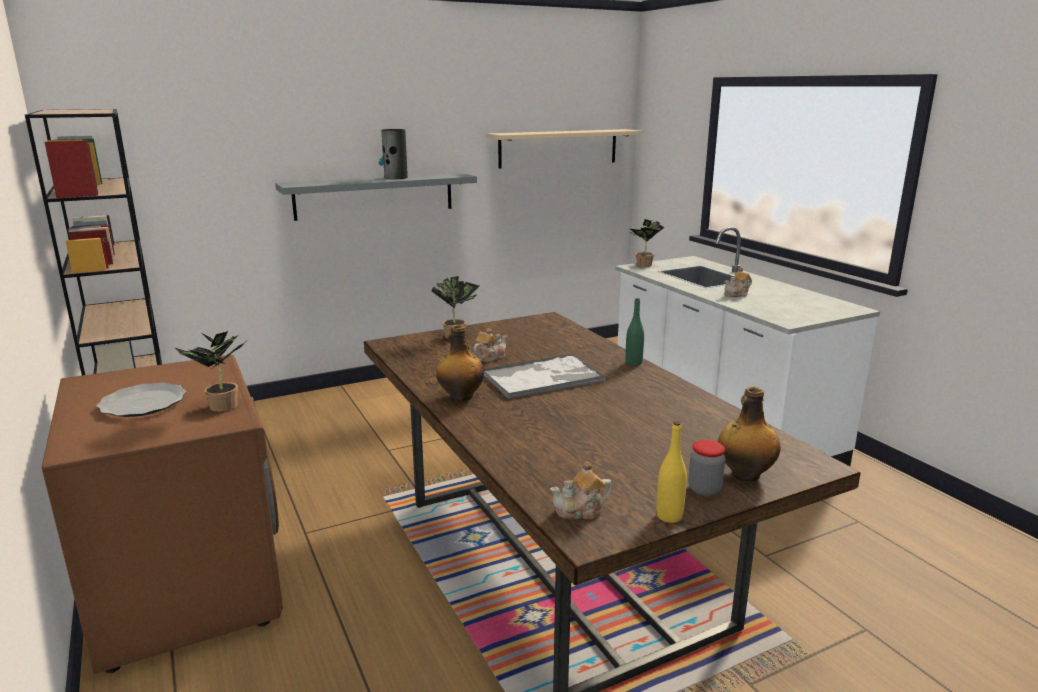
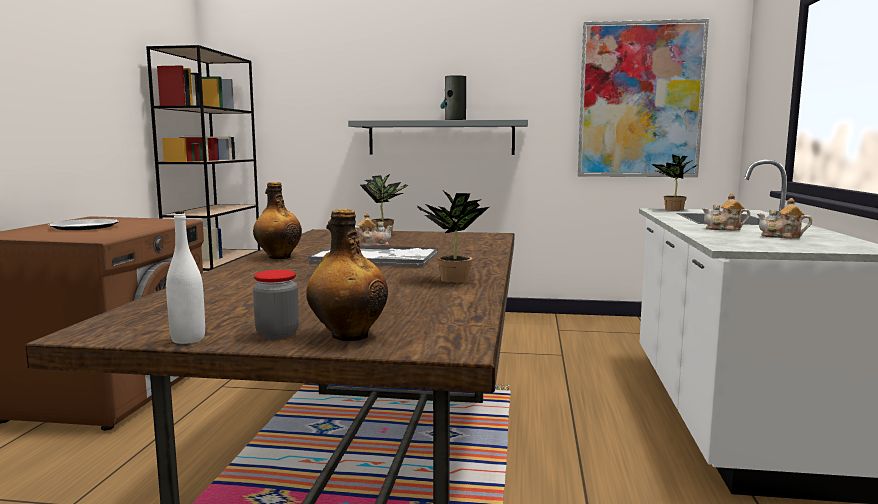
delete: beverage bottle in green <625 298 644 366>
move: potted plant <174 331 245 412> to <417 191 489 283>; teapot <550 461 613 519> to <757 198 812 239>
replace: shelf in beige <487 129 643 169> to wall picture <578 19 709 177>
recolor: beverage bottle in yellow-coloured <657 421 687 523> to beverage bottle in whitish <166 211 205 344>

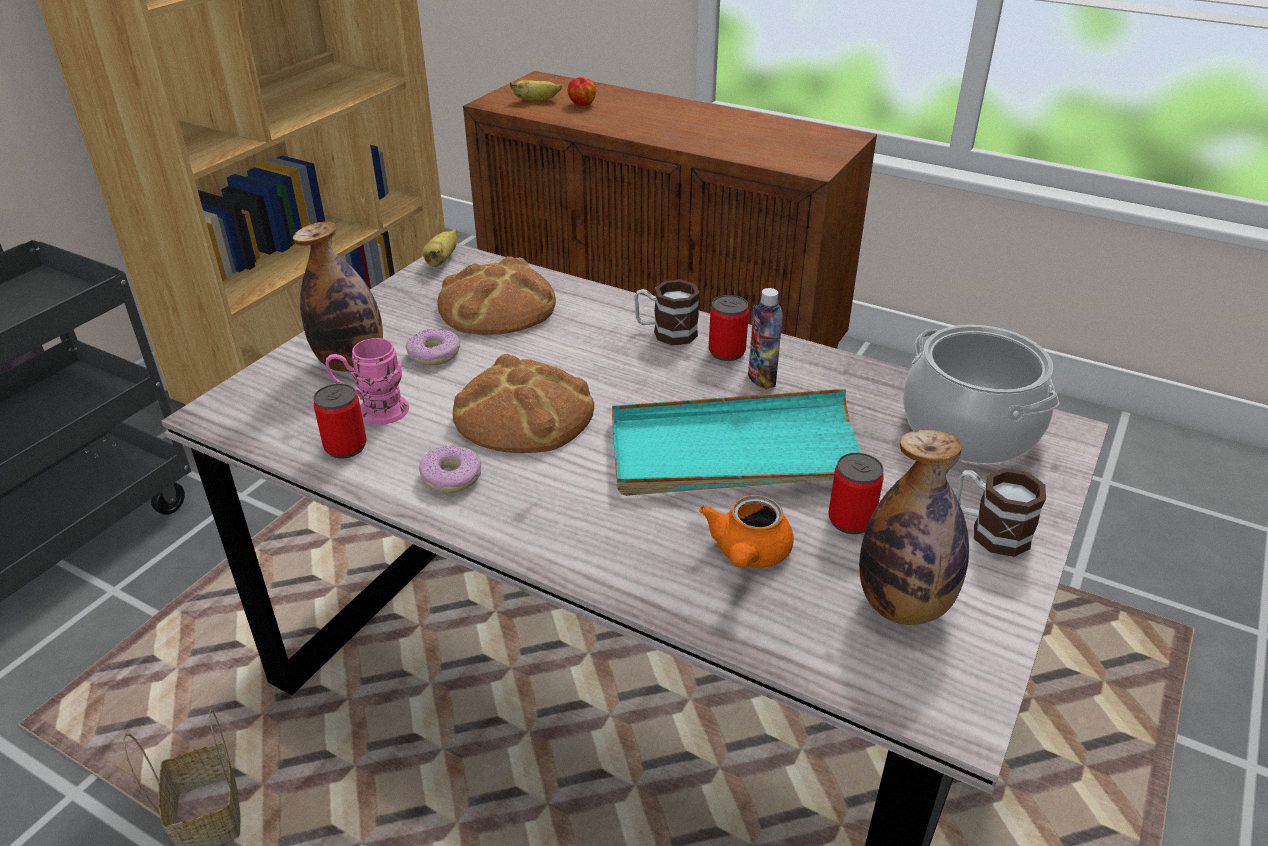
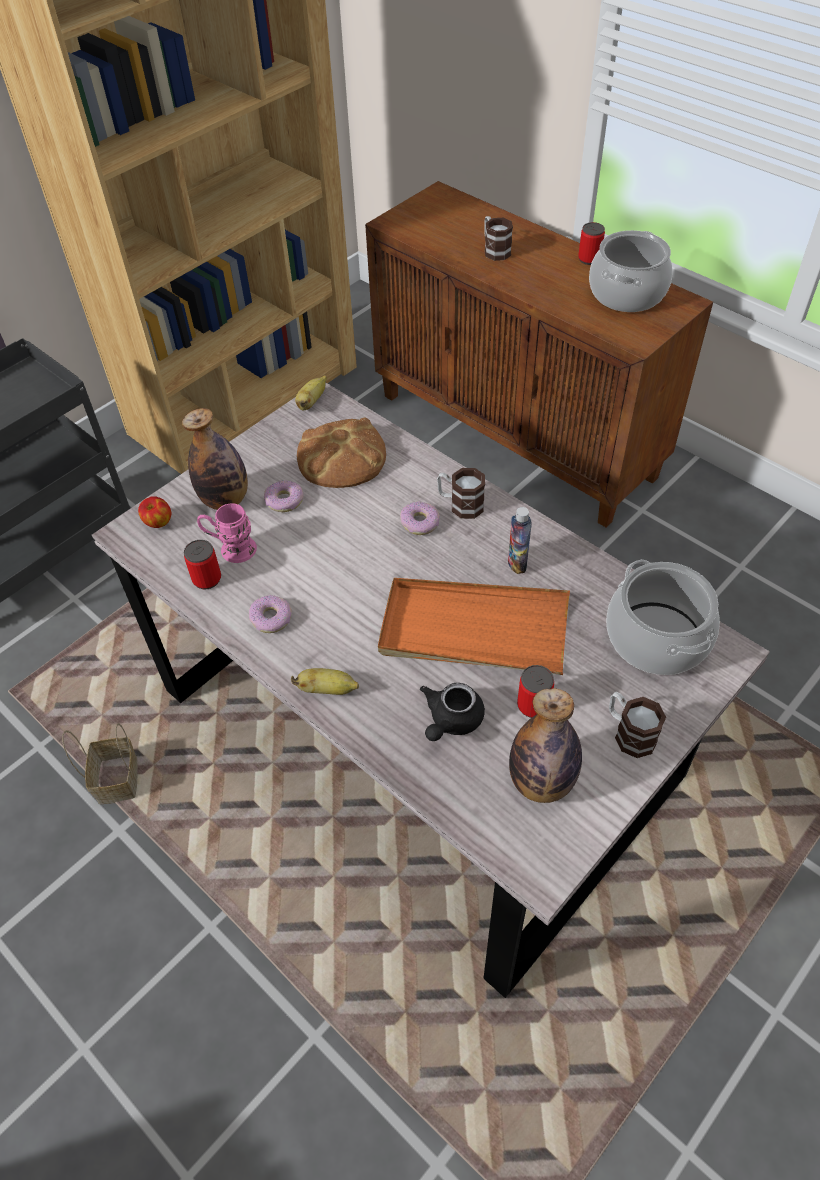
delete: bread <453 354 594 453>
insert: donut <400 501 440 535>; coffee mug <484 216 513 261>; saucepot <589 230 673 312>
move: apple <568 77 596 106> to <138 496 172 528>; banana fruit <510 80 562 100> to <291 668 359 695>; sealed can <709 295 749 361> to <578 222 605 265>
recolor: carrying tray in blue-green <612 389 861 496> to carrying tray in orange-coloured <378 578 570 675>; teapot in orange-coloured <699 495 794 568> to teapot in black <420 683 485 741>

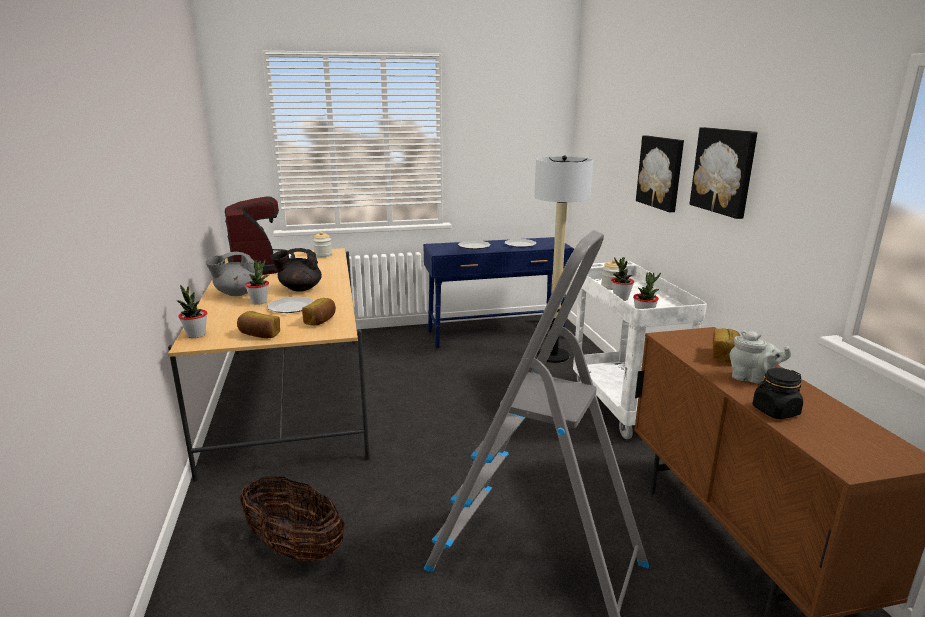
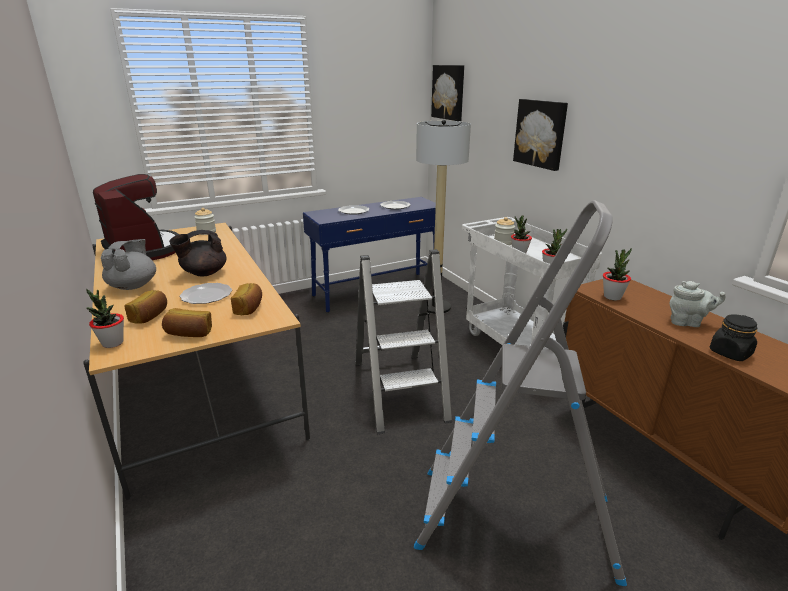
delete: basket <240 477 345 562>
insert: stepladder in greyish <355 249 452 434>
move: bread <712 328 741 363> to <125 290 167 324>; wall picture <690 127 758 219> to <431 65 464 121>; potted plant <245 260 269 305> to <603 248 632 300>
rotate: teapot in greyish <205 252 255 296> = <100 239 156 290> 150 degrees clockwise

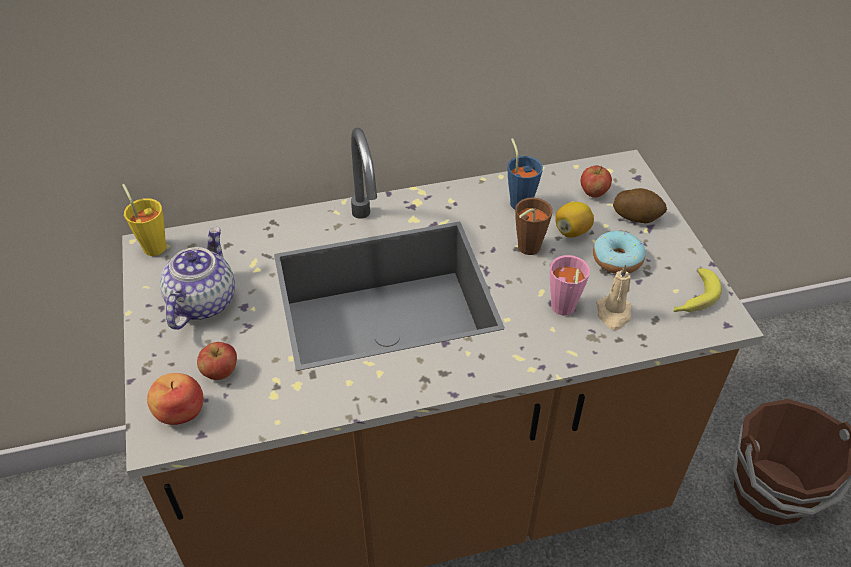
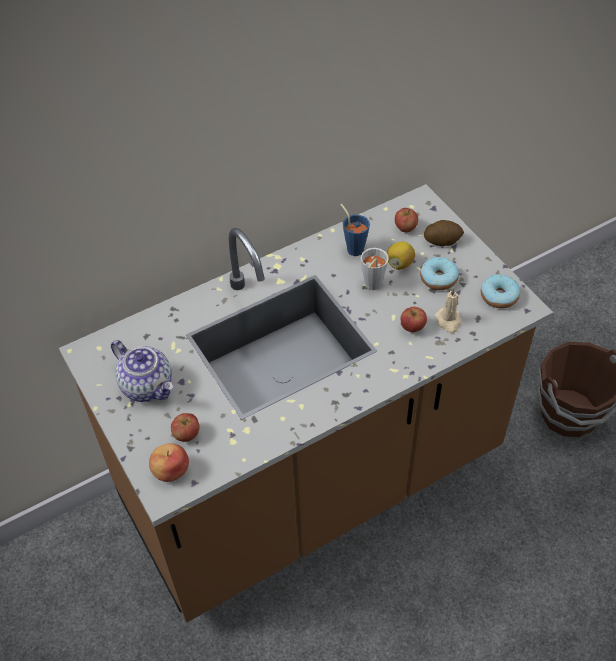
delete: drinking cup in yellow-coloured <122 184 166 256>
replace: drinking cup in pinkish <550 255 590 315> to apple <401 307 427 333>; banana fruit <673 268 722 312> to donut <481 274 520 308>
recolor: drinking cup in brown-coloured <515 197 552 255> to drinking cup in greyish <361 248 389 290>
rotate: teapot <160 227 235 330> = <111 340 173 402> 135 degrees clockwise

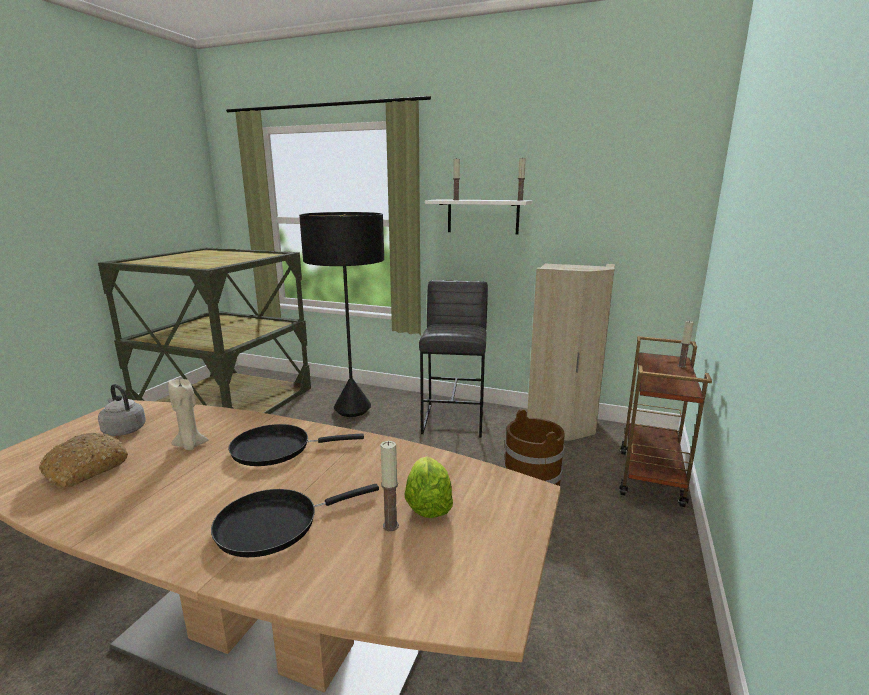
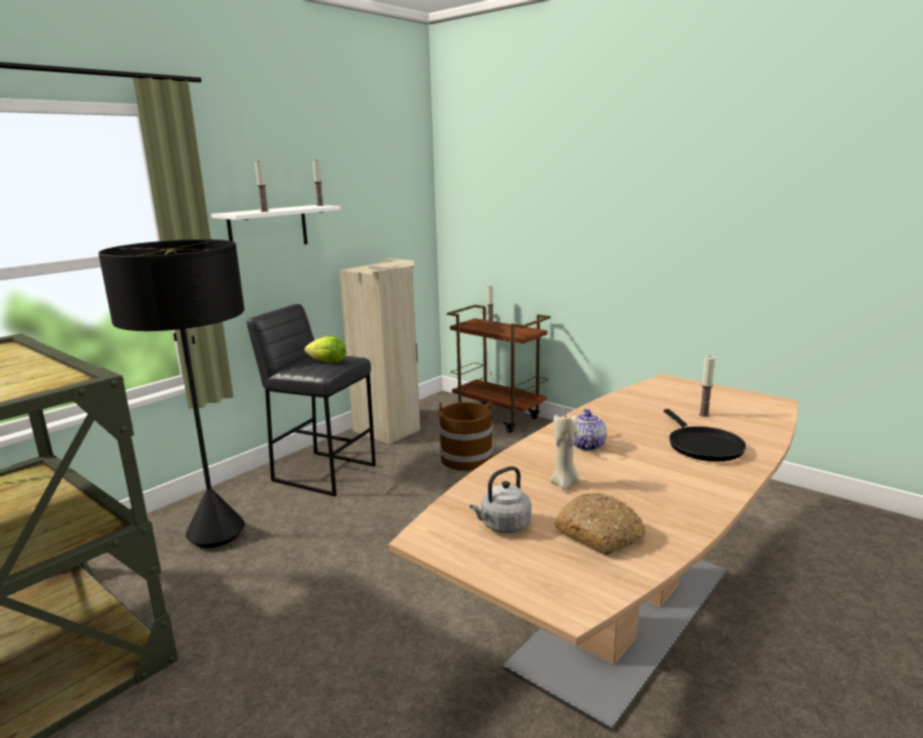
move: lettuce head <404 456 453 518> to <304 336 346 363>
replace: pan in black <228 424 364 466> to teapot <573 409 607 451>

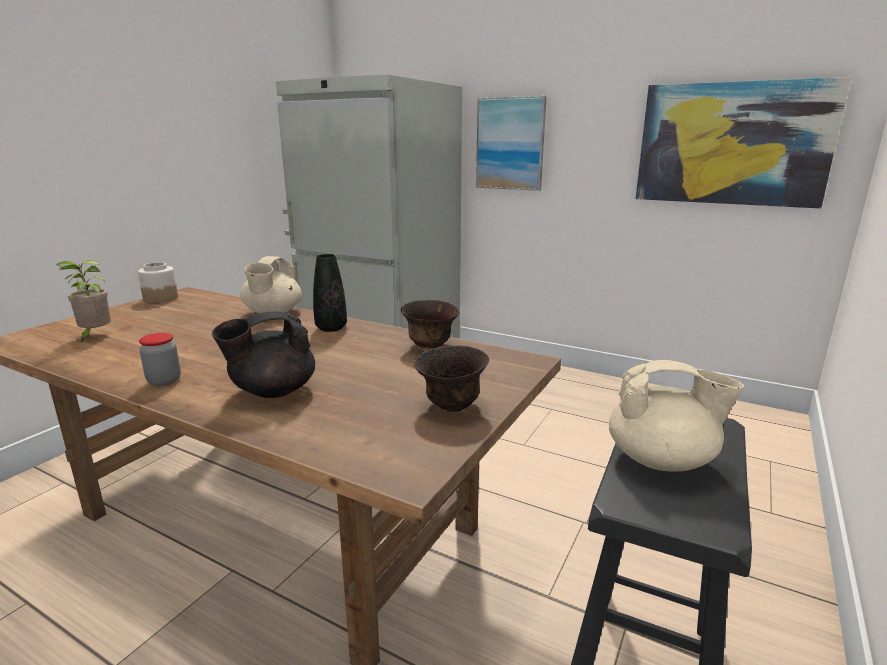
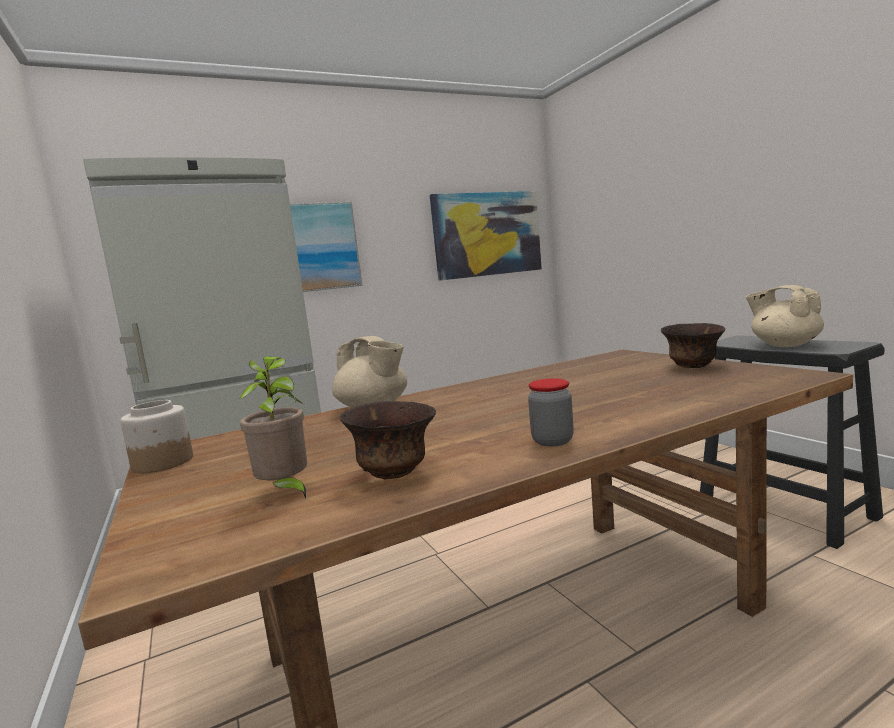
delete: teapot in black <212 311 315 398>; vase in black <313 254 347 332>
move: deep dish in brown-coloured <401 300 459 349> to <339 401 436 479>
rotate: teapot in beige <609 360 744 472> = <746 285 824 347> 75 degrees counterclockwise

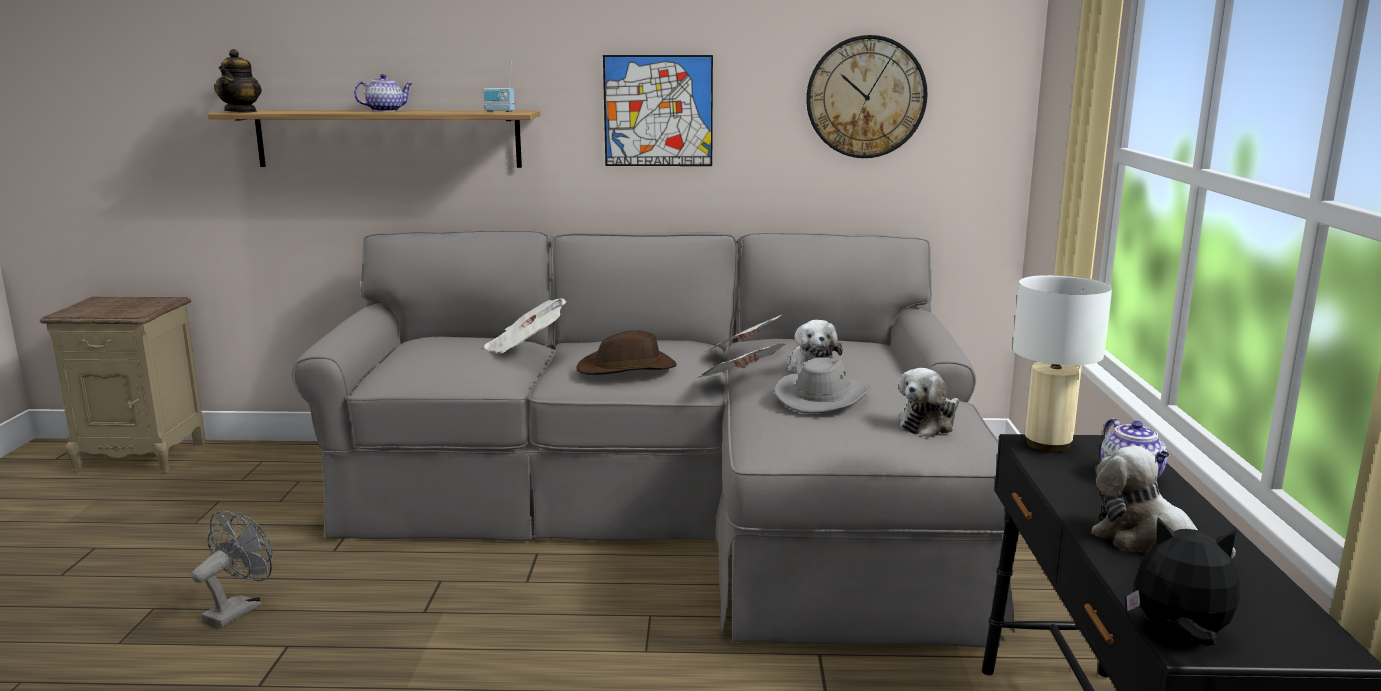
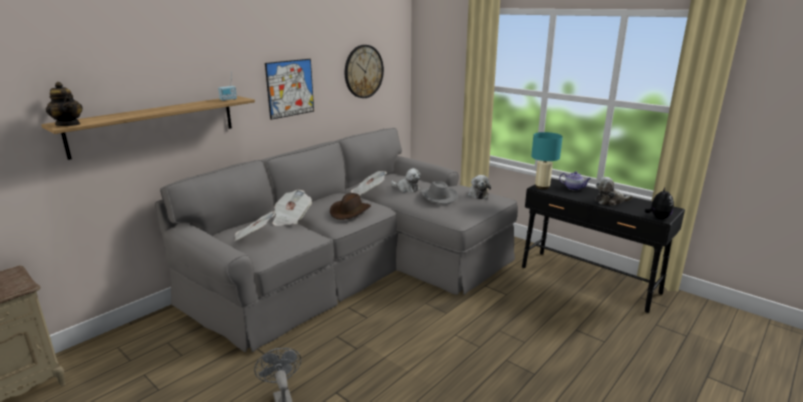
delete: teapot <354 74 413 112>
move: printed paper <698 343 785 378> to <234 211 275 242>
recolor: tabletop lamp in whitish <1013 275 1112 453> to tabletop lamp in blue-green <532 132 563 189>
rotate: soft toy <1126 517 1240 646> = <644 187 674 219> 135 degrees clockwise

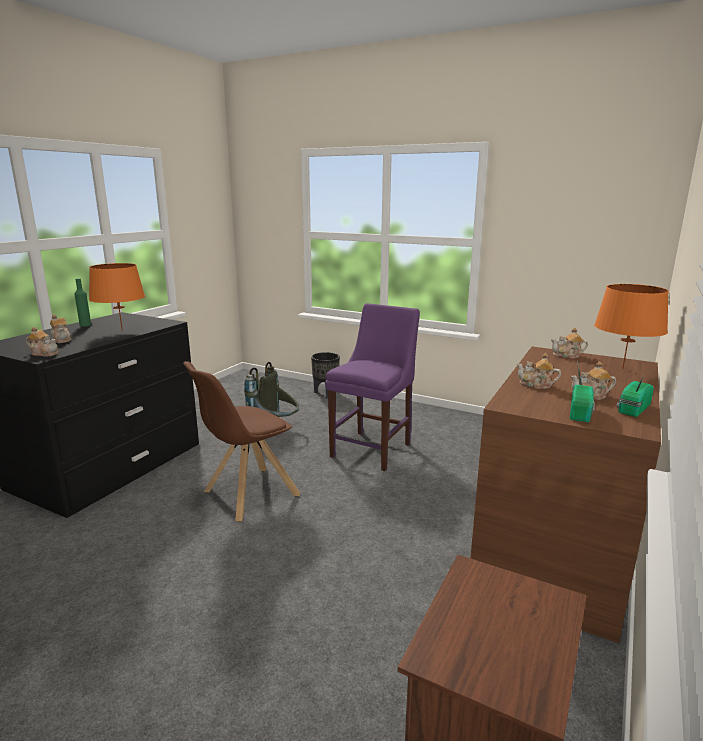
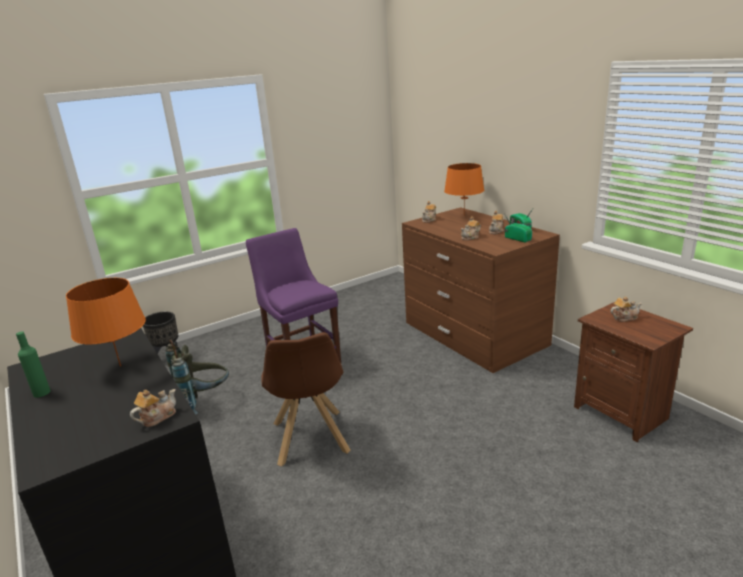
move: teapot <50 314 71 343> to <611 296 642 322>

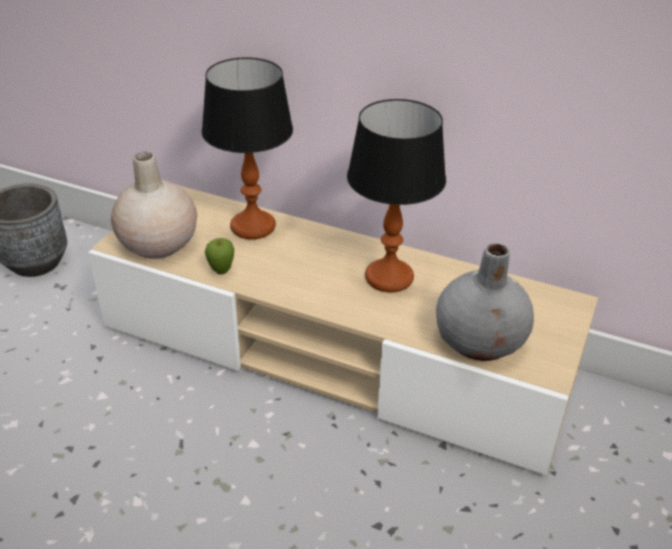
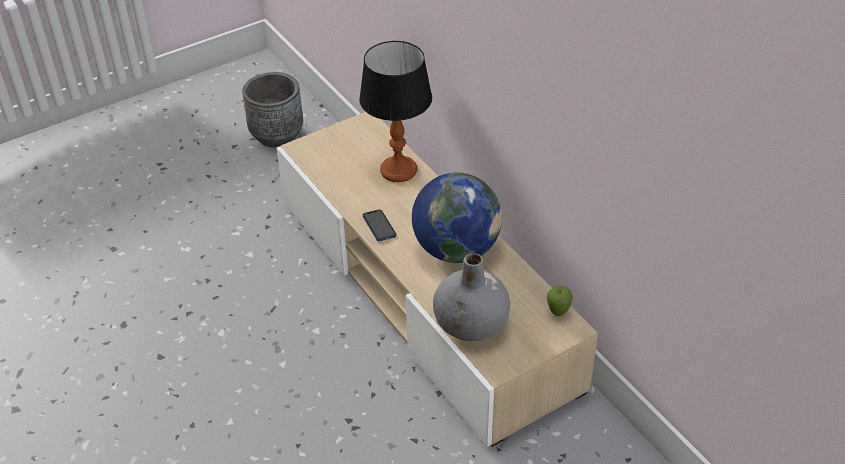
delete: vase in beige <111 152 197 259>
insert: phone <363 209 396 241>
move: apple <205 238 234 275> to <547 286 573 316>
replace: tabletop lamp <347 99 446 292> to globe <412 173 502 263>

